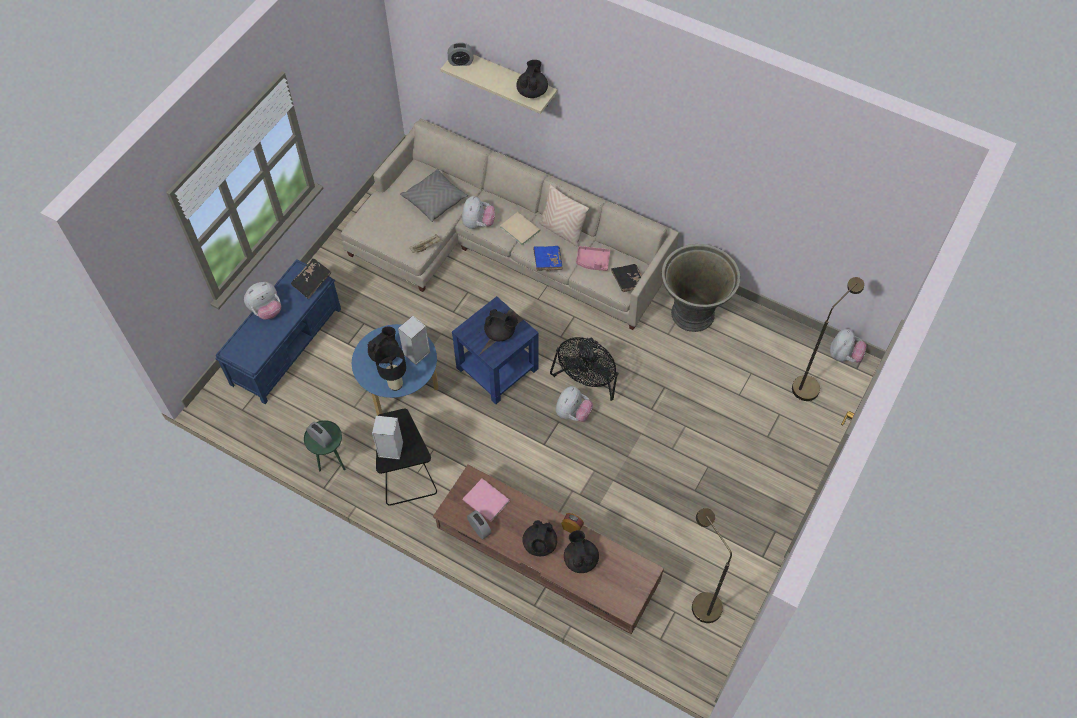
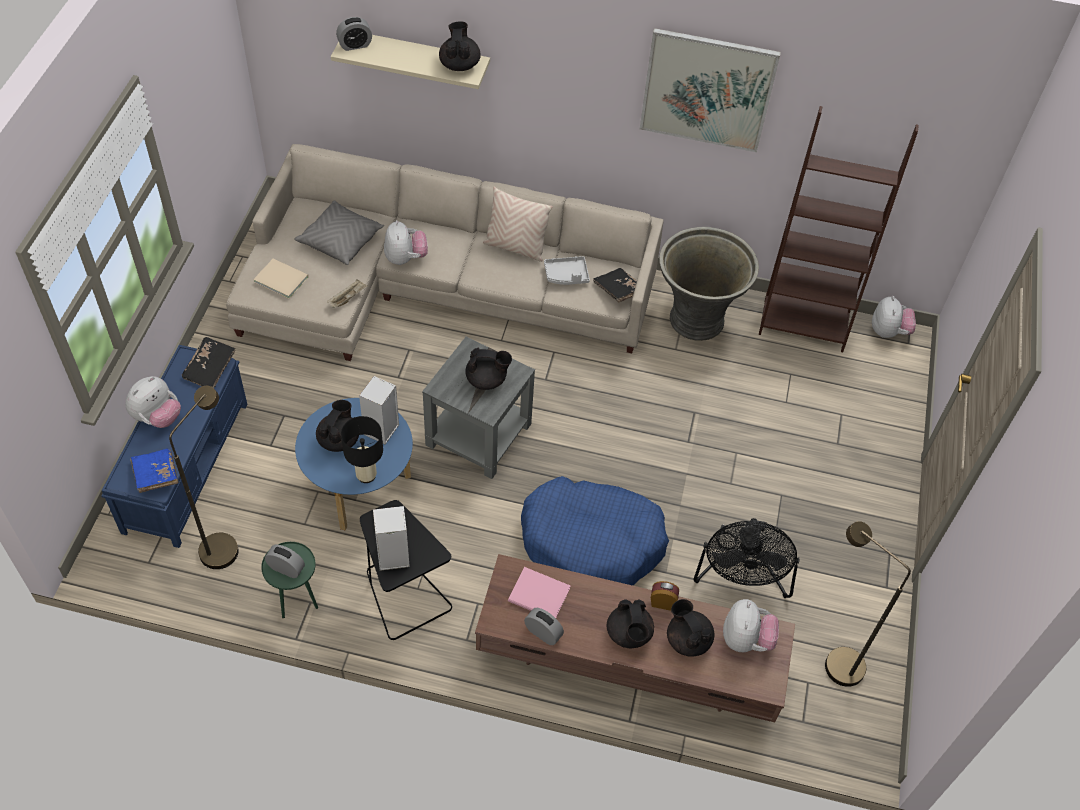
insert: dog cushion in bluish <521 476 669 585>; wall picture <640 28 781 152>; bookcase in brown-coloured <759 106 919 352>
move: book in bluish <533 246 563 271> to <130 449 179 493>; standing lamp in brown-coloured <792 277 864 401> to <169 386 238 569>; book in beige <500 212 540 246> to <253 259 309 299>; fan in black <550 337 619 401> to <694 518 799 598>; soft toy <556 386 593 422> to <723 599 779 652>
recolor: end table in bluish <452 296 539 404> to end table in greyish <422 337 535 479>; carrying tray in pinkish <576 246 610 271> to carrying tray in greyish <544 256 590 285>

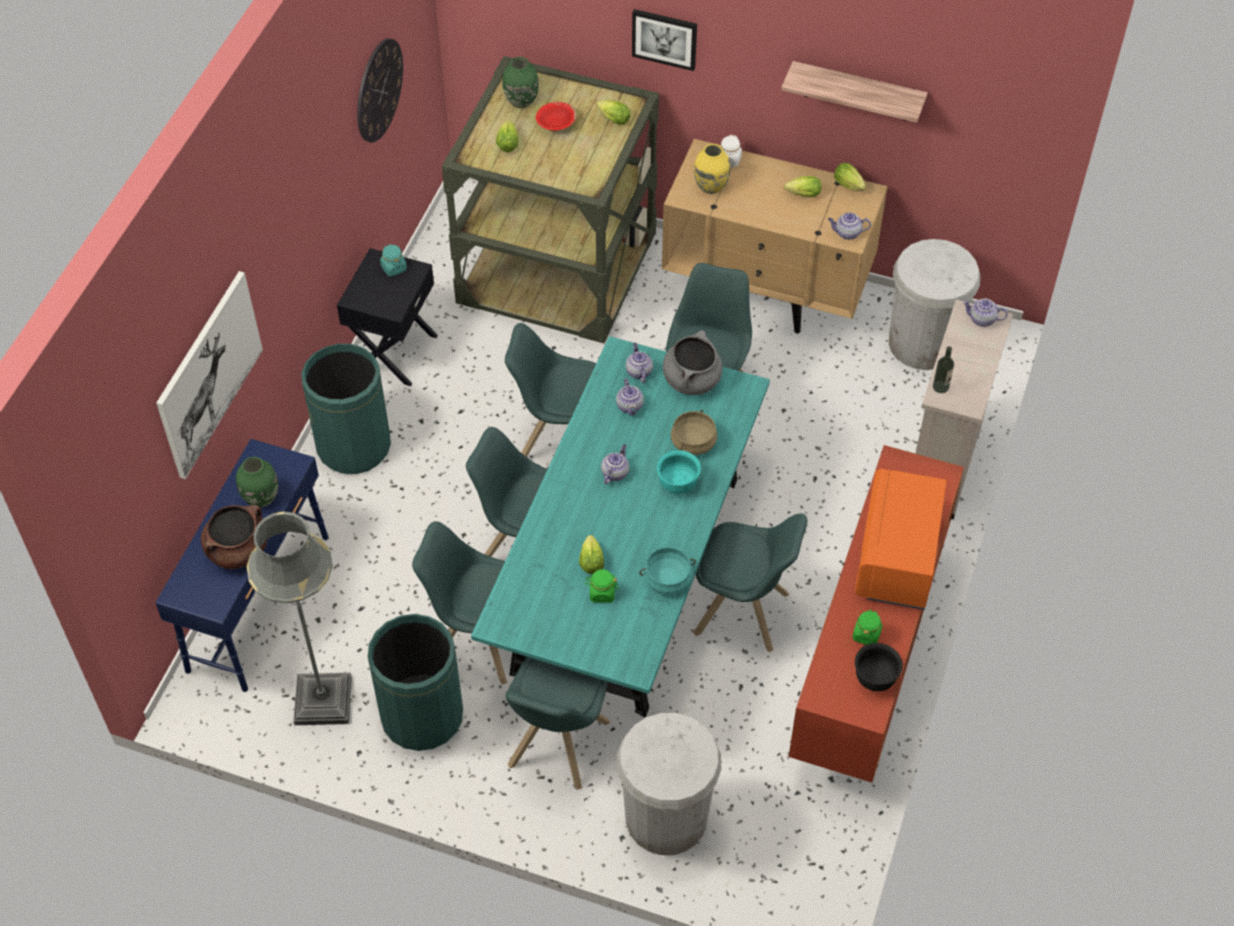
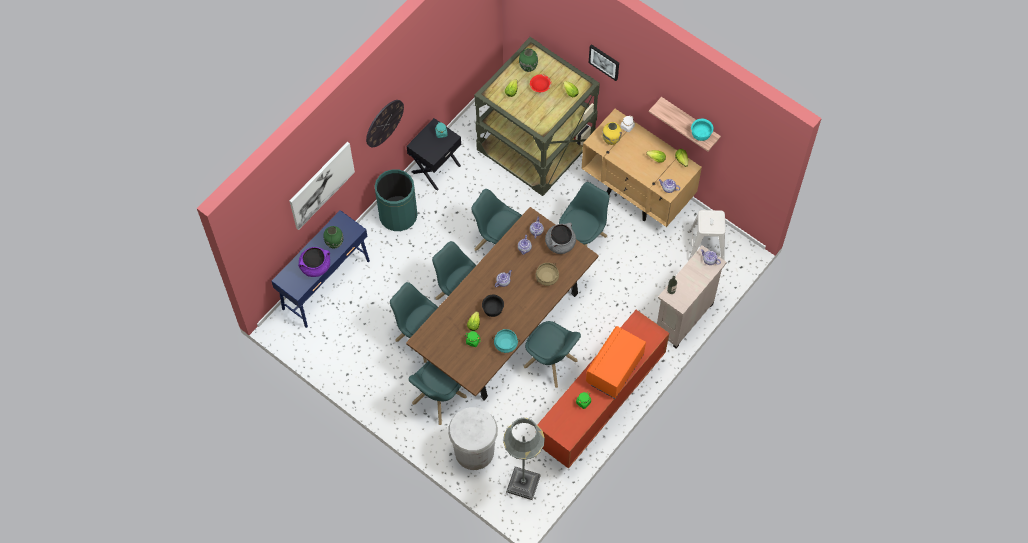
delete: trash can in green <368 614 463 751>
move: clock on the wall <357 38 403 142> to <366 100 404 147>; deep dish in black <855 643 903 691> to <482 295 504 317>; standing lamp in greyish <246 511 352 725> to <503 418 545 500>; deep dish in blue-green <657 450 701 494> to <691 119 714 141>
replace: trash can in whitish <889 239 980 370> to sitting stool in whitish <688 210 725 261>
recolor: saucepot in brown-coloured <201 505 267 569> to saucepot in purplish <298 247 330 277>; dinner table in blue-green <471 336 770 718> to dinner table in brown-coloured <406 207 599 400>

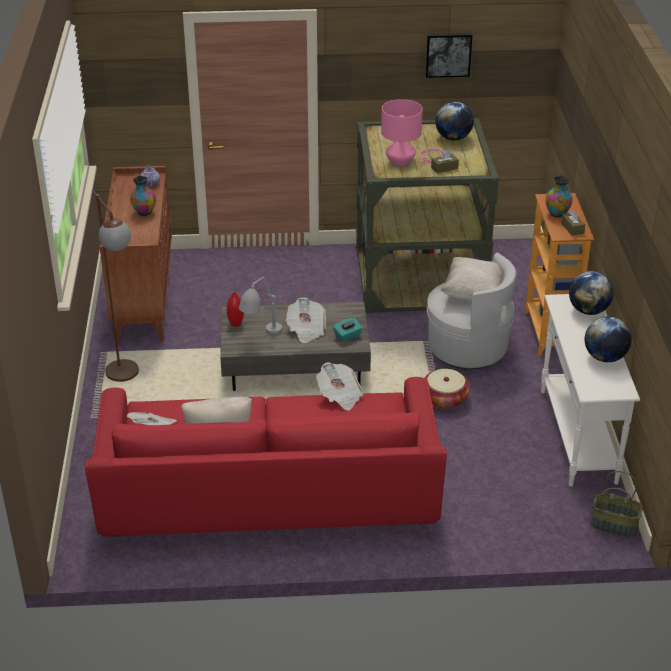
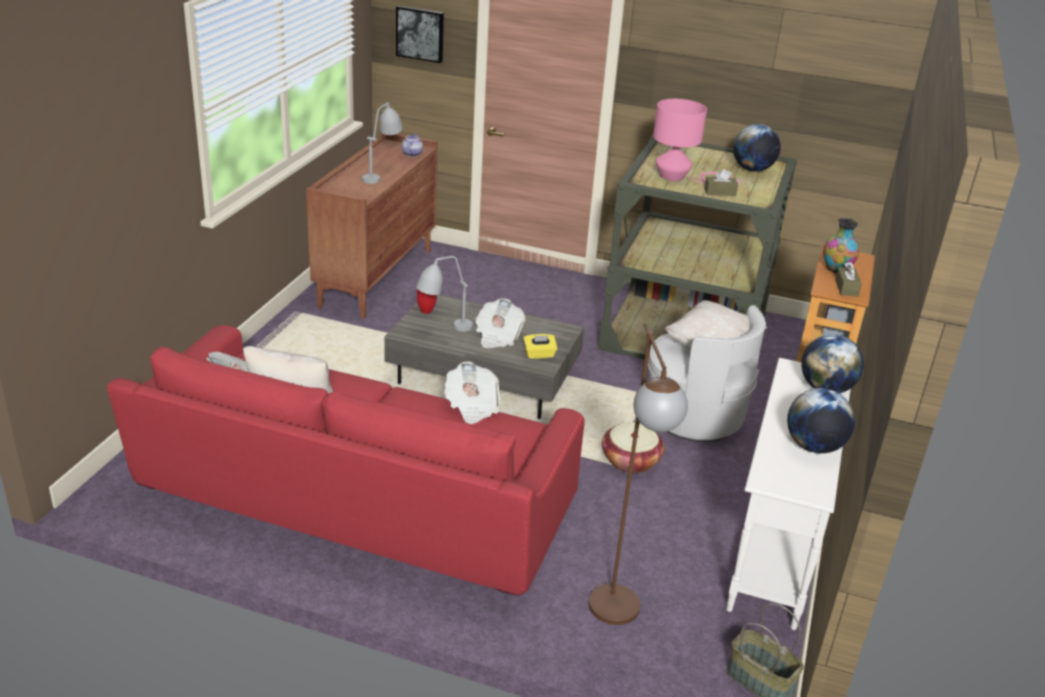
move: wall picture <425 33 472 78> to <396 6 444 63>; standing lamp in brown-coloured <92 190 139 382> to <588 323 688 625>
replace: vase <130 176 156 216> to tabletop lamp in greyish <362 102 403 184>
recolor: tissue holder in blue-green <333 318 363 342> to tissue holder in yellow-coloured <523 334 557 359>

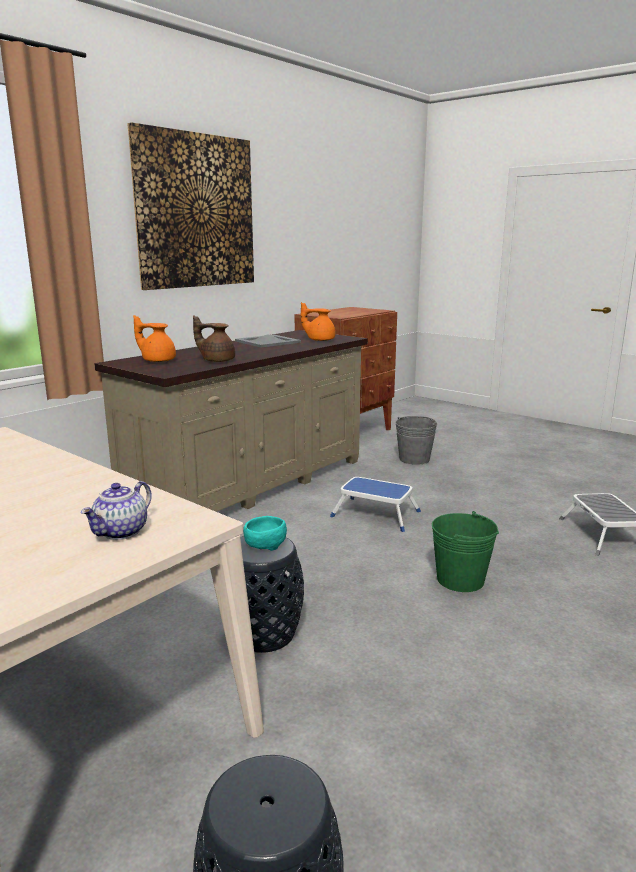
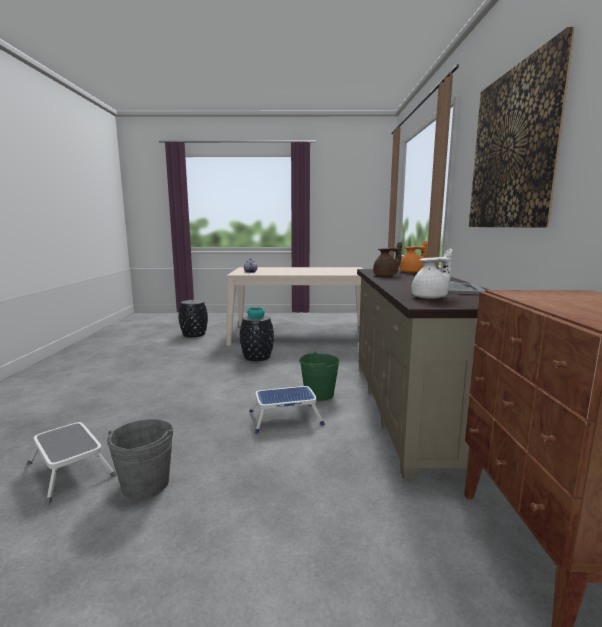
move: pail in greyish <395 416 437 465> to <107 419 174 499>; pail in green <432 511 499 592> to <299 351 340 401>
recolor: teapot in orange-coloured <301 302 335 341> to teapot in whitish <411 249 452 298>

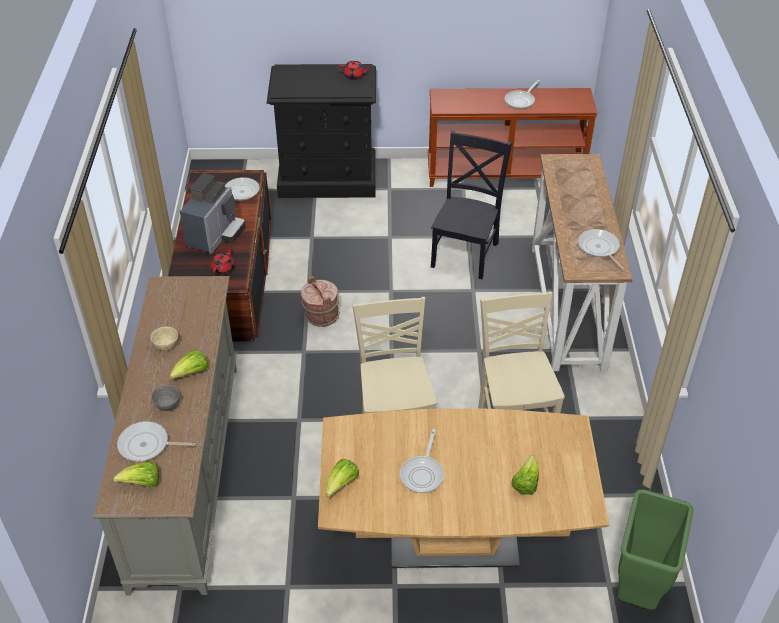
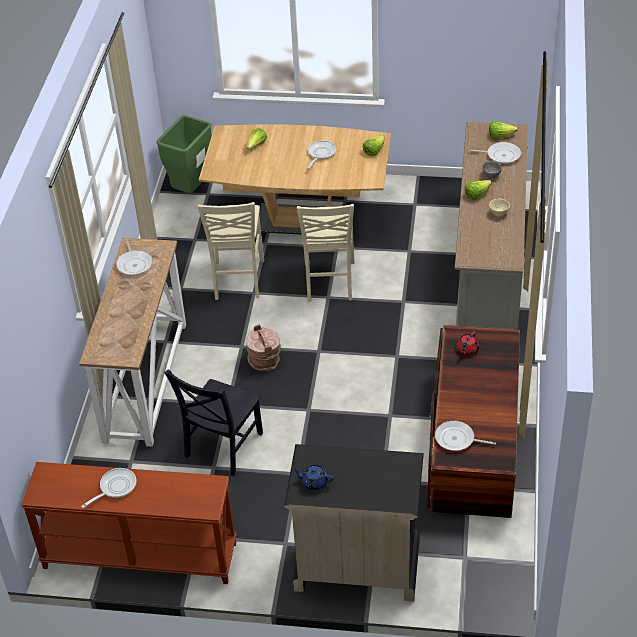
delete: coffee maker <180 173 246 254>
move: pail in brown-coloured <301 276 340 327> to <246 324 281 371>
recolor: teapot in red-coloured <338 61 371 80> to teapot in bluish <292 465 334 490>

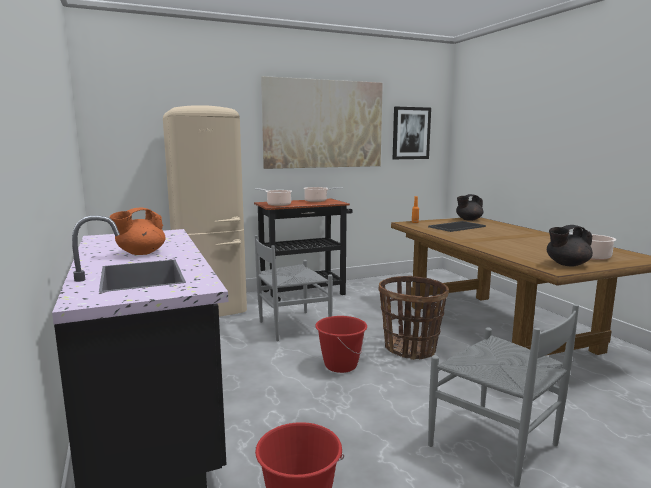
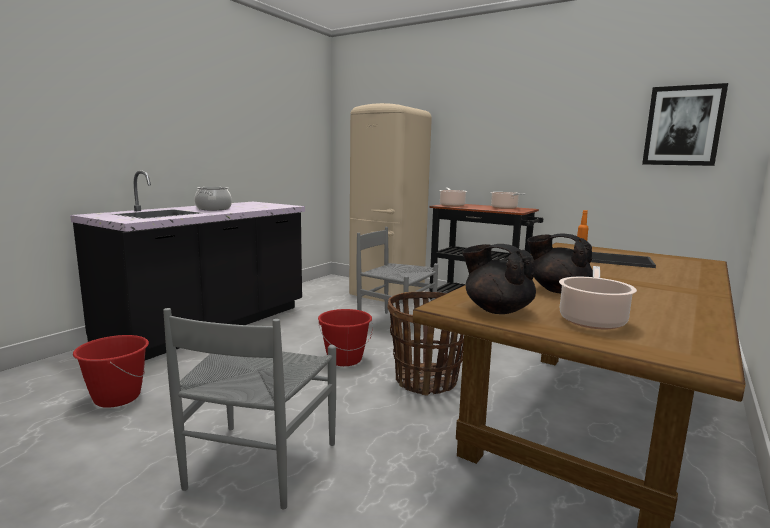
delete: wall picture <261 76 383 169>
move: teapot in black <456 194 483 221> to <527 233 593 293>
replace: teapot in orange-coloured <110 207 165 255> to saucepot <195 187 232 210>

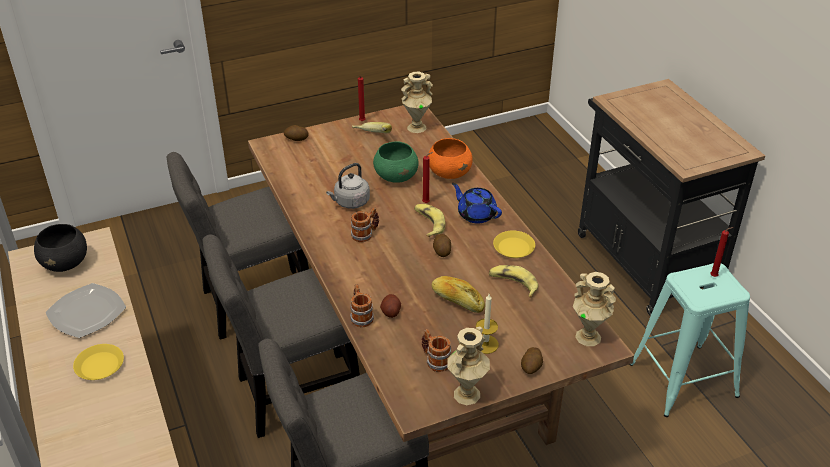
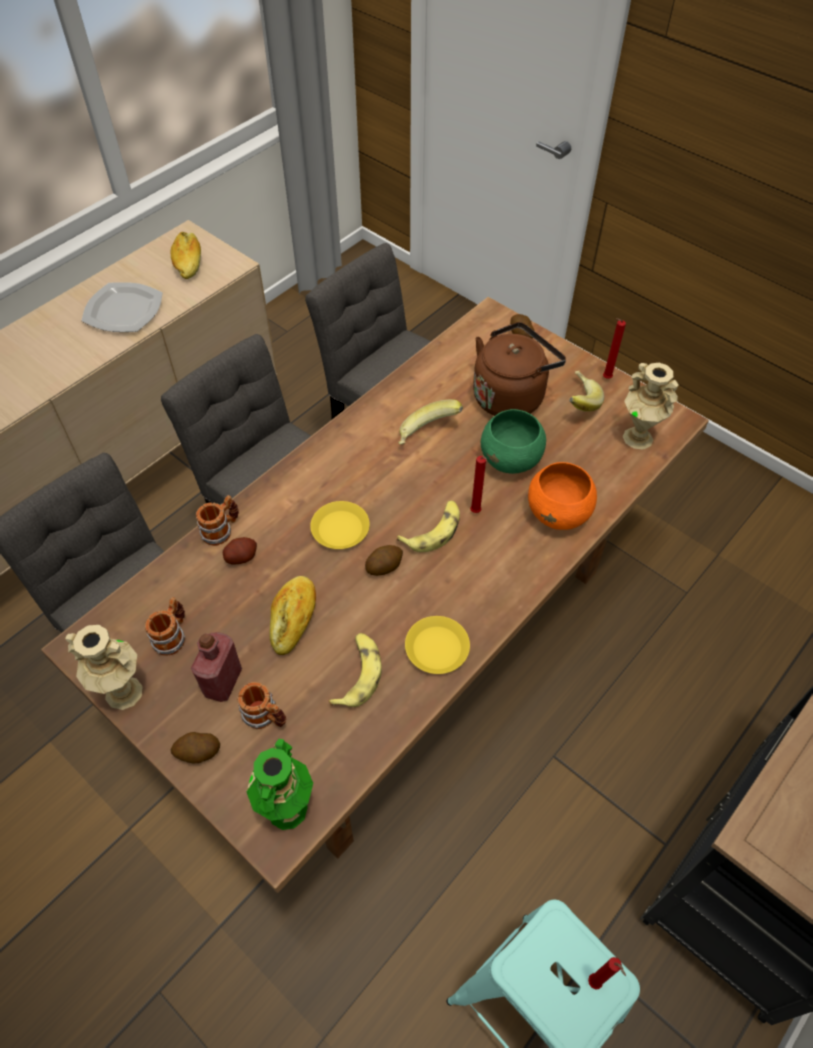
delete: teapot in bluish <452 183 502 224>
insert: tea kettle in brown-coloured <473 322 566 416>
move: coffee mug <351 207 379 242> to <237 682 286 729>; plate in yellow-coloured <73 344 124 380> to <310 501 370 549>
replace: deep dish in black <34 224 87 272> to bread <170 232 201 279>; wax candle <476 294 499 354> to beverage bottle in red-coloured <191 632 242 702>; tea kettle in greyish <326 163 370 209> to banana fruit <398 399 463 445>
recolor: vase in beige <573 272 616 346> to vase in green <246 739 313 830>

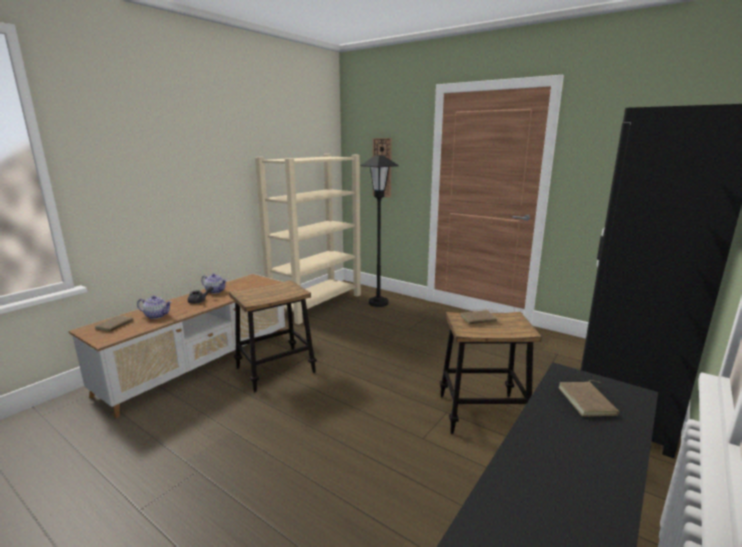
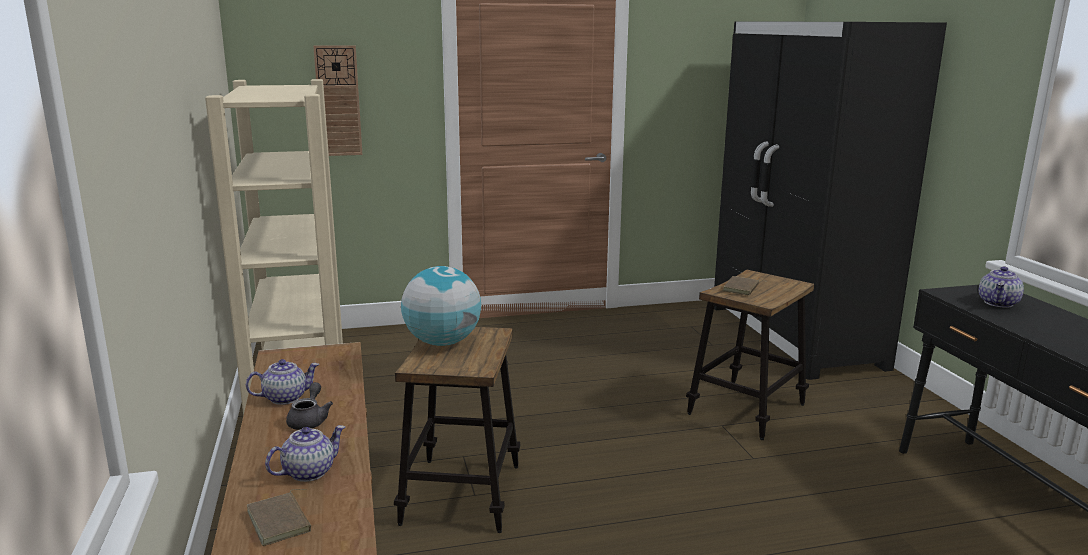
delete: standing lamp in black <360 155 399 307>
insert: globe <401 266 481 346>
replace: book in brown-coloured <559 380 619 417> to teapot <979 266 1024 308>

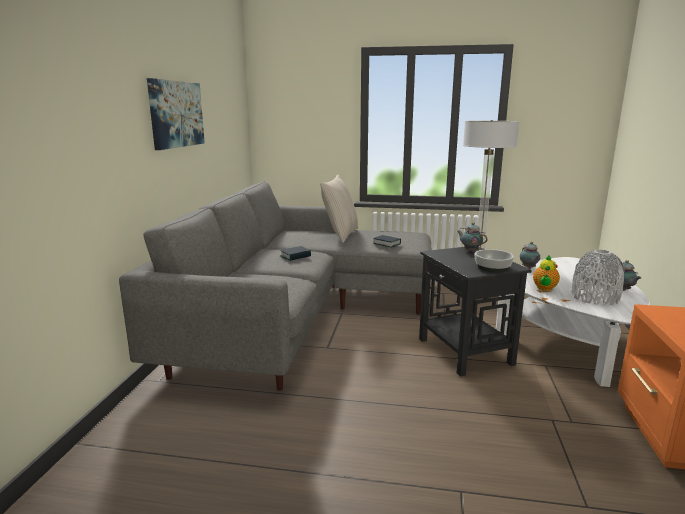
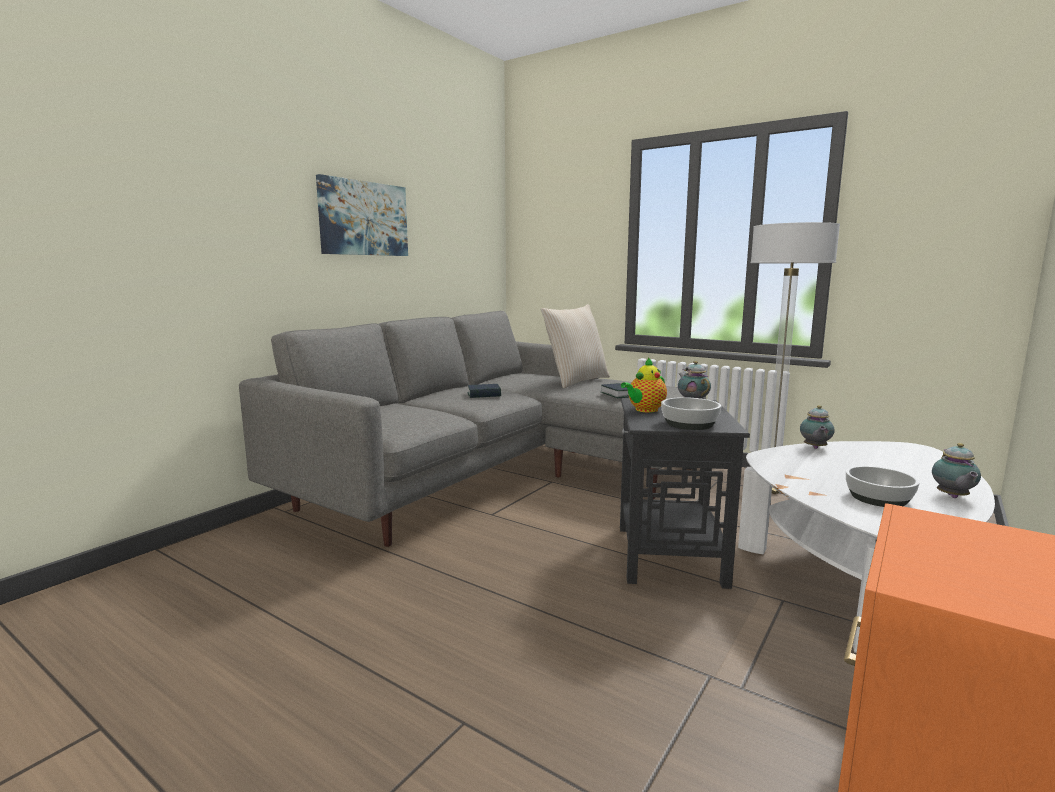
move: teapot <533 255 560 291> to <621 358 667 413>
replace: vase in greyish <572 249 625 305> to deep dish <846 466 920 507>

